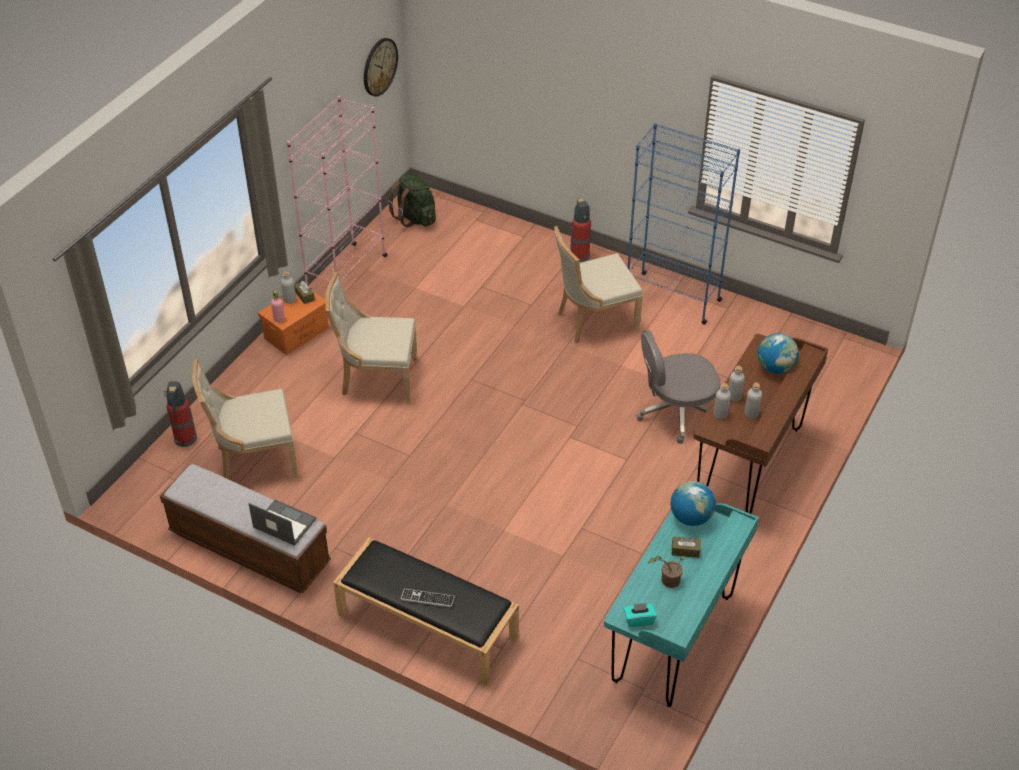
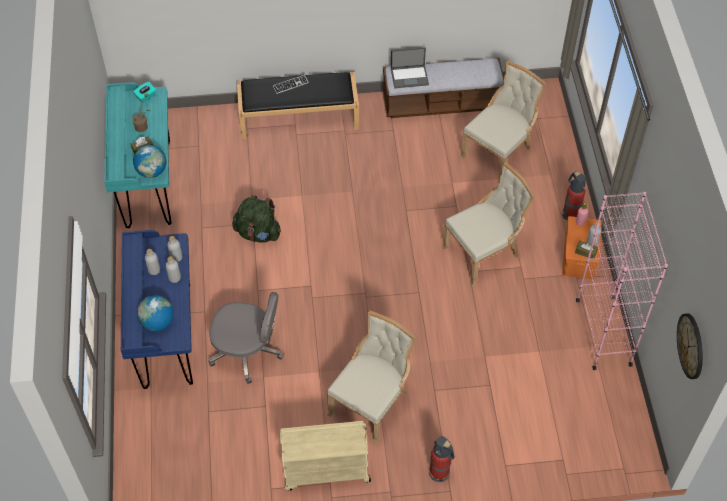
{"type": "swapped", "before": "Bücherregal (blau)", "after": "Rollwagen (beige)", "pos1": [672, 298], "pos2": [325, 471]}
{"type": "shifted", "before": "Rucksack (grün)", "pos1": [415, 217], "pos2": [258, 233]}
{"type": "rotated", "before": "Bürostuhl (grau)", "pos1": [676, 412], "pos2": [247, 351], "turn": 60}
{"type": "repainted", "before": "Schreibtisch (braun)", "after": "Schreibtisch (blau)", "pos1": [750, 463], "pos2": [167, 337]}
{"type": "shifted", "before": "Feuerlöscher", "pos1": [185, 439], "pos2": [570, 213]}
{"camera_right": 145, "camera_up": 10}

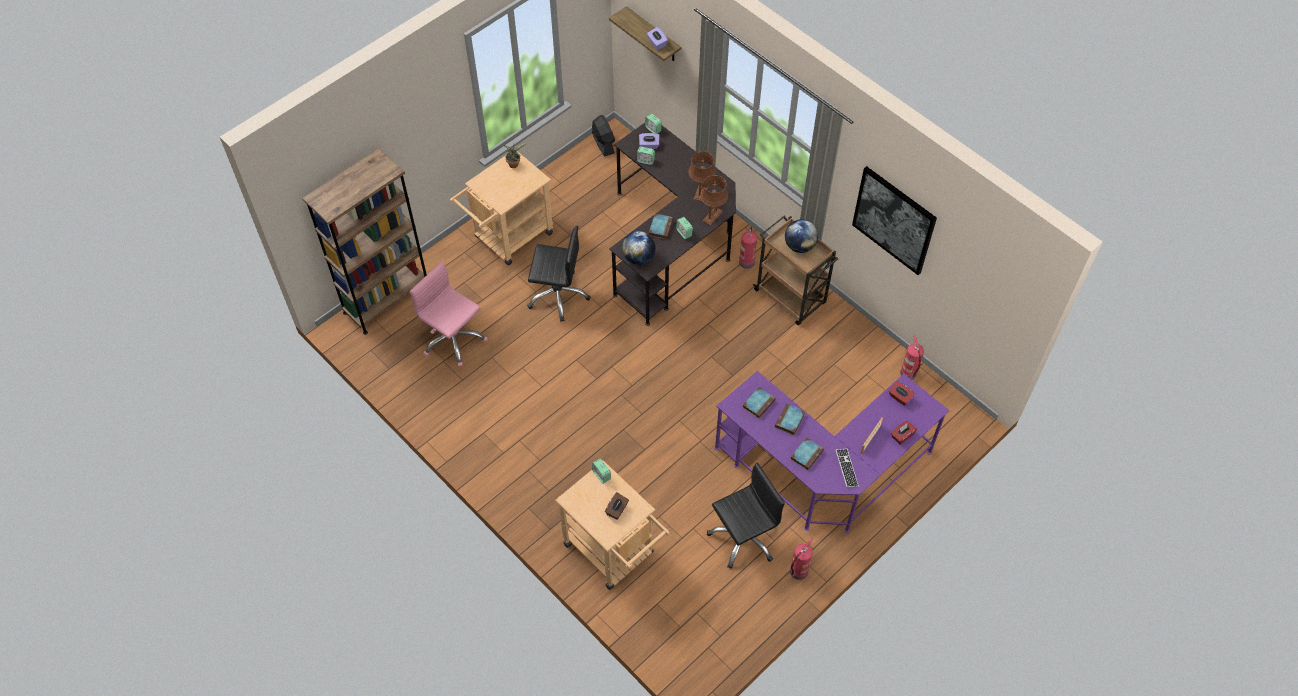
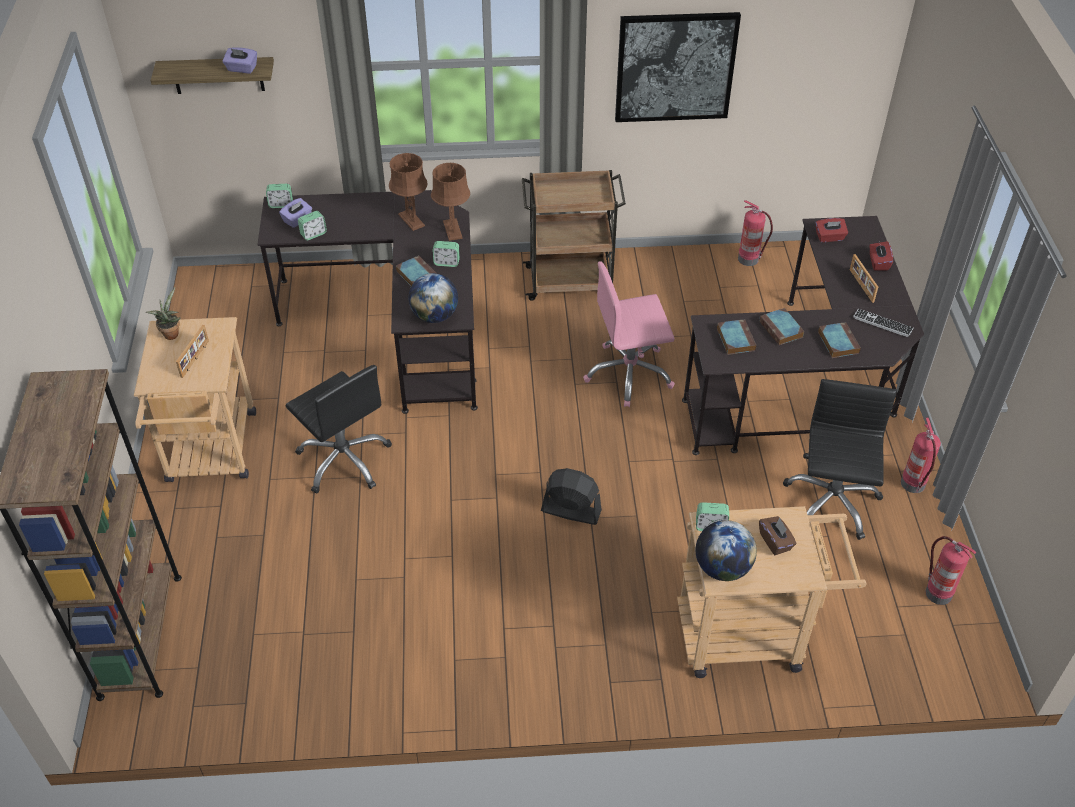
{"type": "shifted", "before": "Ventilator (schwarz)", "pos1": [603, 143], "pos2": [570, 511]}
{"type": "shifted", "before": "Globus", "pos1": [799, 246], "pos2": [722, 568]}
{"type": "rotated", "before": "Bürostuhl (schwarz)", "pos1": [558, 295], "pos2": [344, 459], "turn": 90}
{"type": "shifted", "before": "Feuerlöscher", "pos1": [746, 261], "pos2": [937, 592]}
{"type": "shifted", "before": "Bürostuhl (rosa)", "pos1": [453, 339], "pos2": [629, 374]}
{"type": "repainted", "before": "Schreibtisch (lila)", "after": "Schreibtisch (schwarz)", "pos1": [824, 472], "pos2": [806, 388]}
{"type": "new", "after": "Bilderrahmen", "pos2": [195, 359]}
{"camera_right": -50, "camera_up": -10}

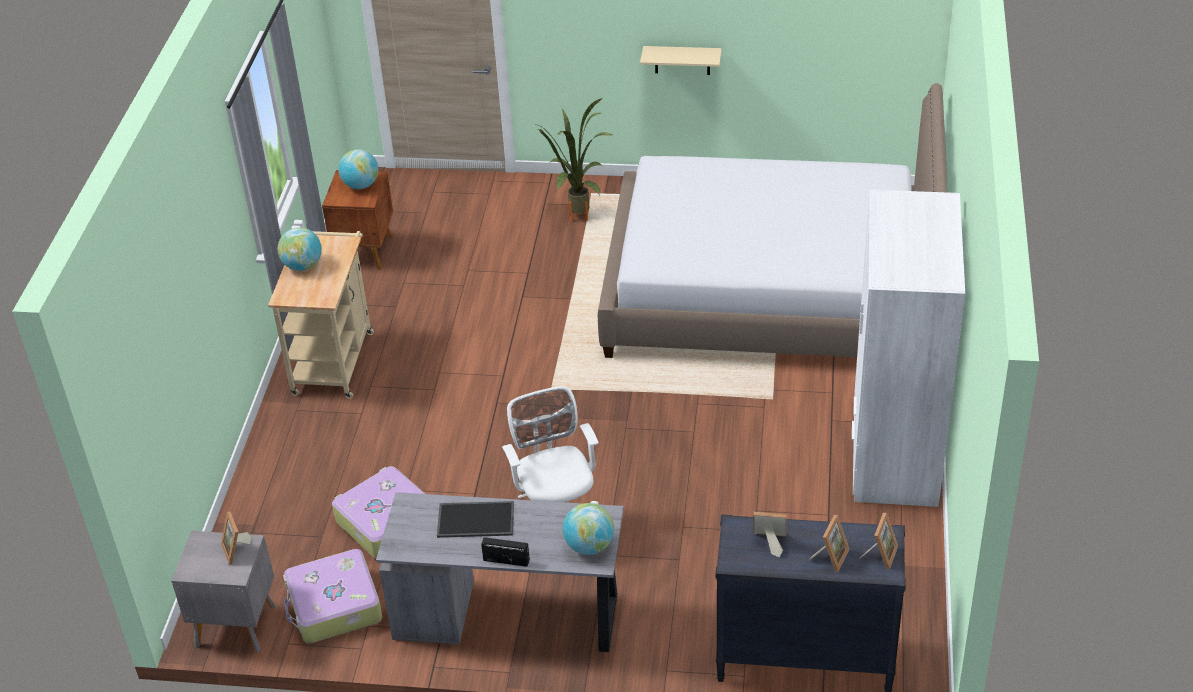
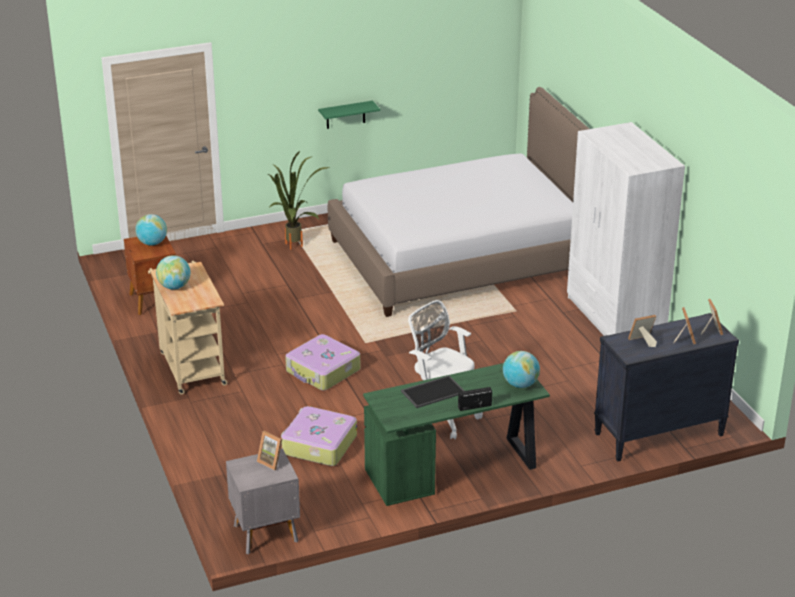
{"type": "repainted", "before": "Wandregal (beige)", "after": "Wandregal (grün)", "pos1": [682, 60], "pos2": [345, 115]}
{"type": "repainted", "before": "Schreibtisch (grau)", "after": "Schreibtisch (grün)", "pos1": [510, 616], "pos2": [454, 469]}
{"type": "shifted", "before": "Koffer", "pos1": [334, 606], "pos2": [323, 371]}
{"camera_right": -30, "camera_up": -10}

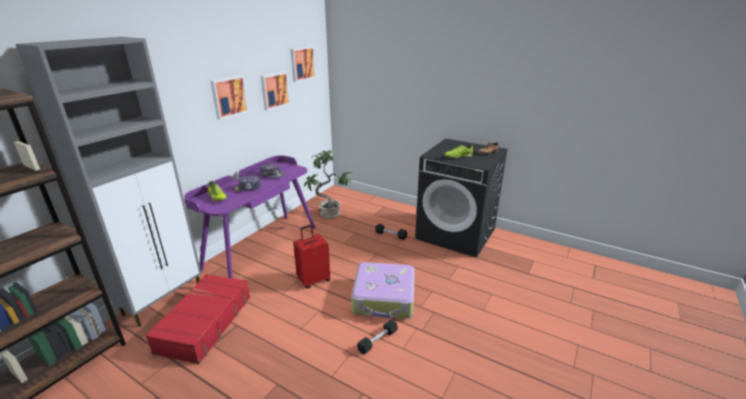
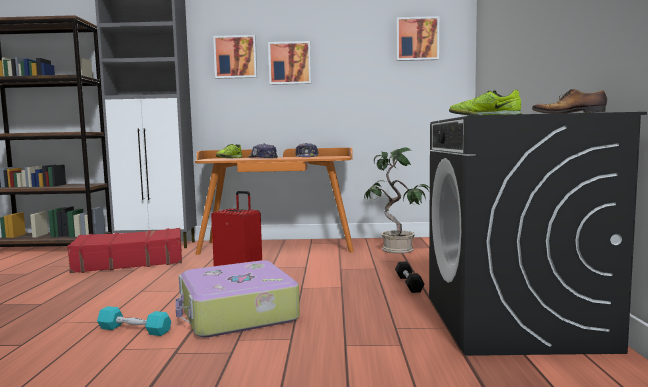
{"type": "shifted", "before": "Bild", "pos1": [274, 90], "pos2": [236, 57]}
{"type": "repainted", "before": "Schreibtisch (lila)", "after": "Schreibtisch (orange)", "pos1": [261, 246], "pos2": [277, 246]}
{"type": "repainted", "before": "Hantel (schwarz)", "after": "Hantel (türkis)", "pos1": [377, 340], "pos2": [134, 330]}
{"camera_right": 60, "camera_up": -20}

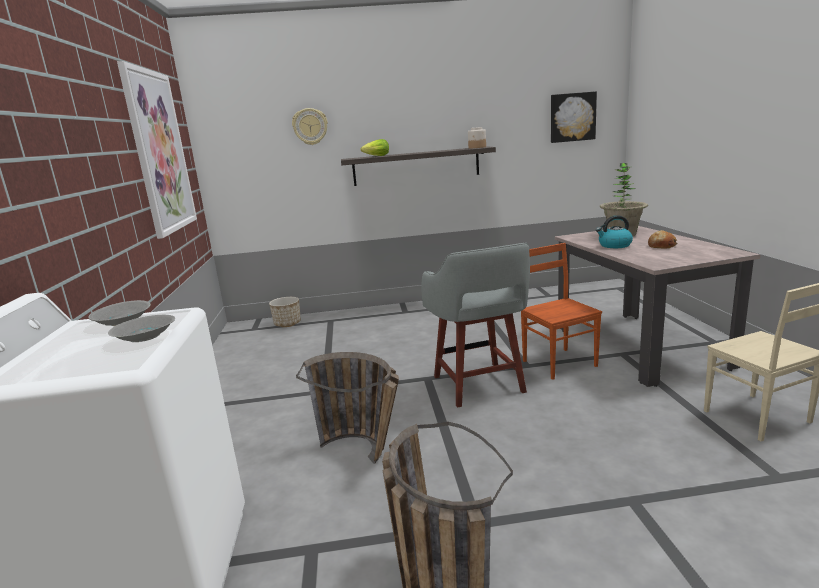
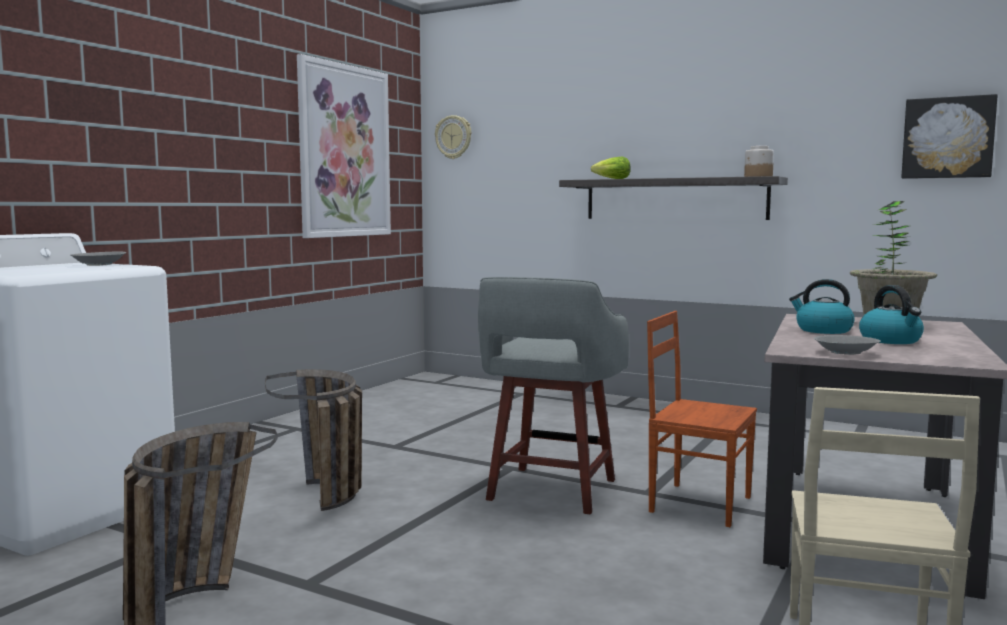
{"type": "shifted", "before": "Wanduhr", "pos1": [310, 126], "pos2": [453, 137]}
{"type": "swapped", "before": "Brot", "after": "Wasserkessel", "pos1": [661, 246], "pos2": [891, 340]}
{"type": "rotated", "before": "Stuhl (braun)", "pos1": [559, 363], "pos2": [699, 503], "turn": -75}
{"type": "gone", "before": "Pflanzkübel", "pos1": [287, 324]}
{"type": "shifted", "before": "Schüssel (grau)", "pos1": [143, 338], "pos2": [844, 353]}
{"camera_right": 35, "camera_up": -10}

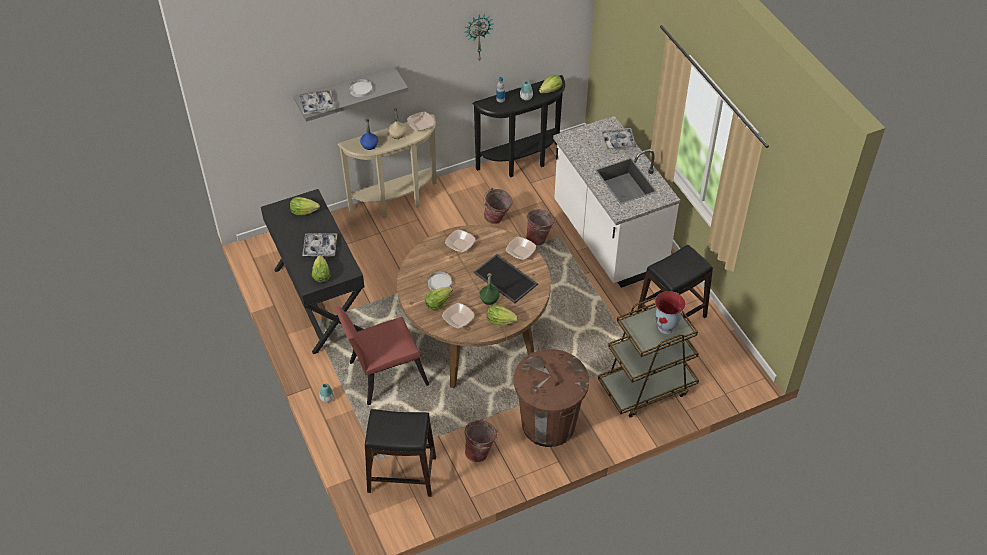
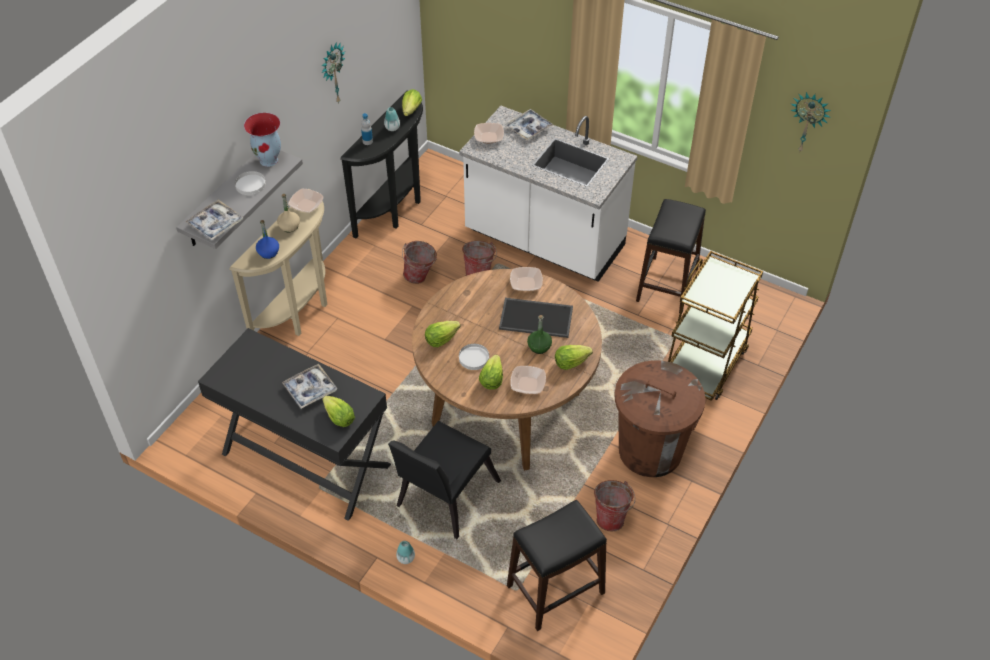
{"type": "shifted", "before": "Salatkopf", "pos1": [304, 211], "pos2": [441, 339]}
{"type": "shifted", "before": "Schüssel", "pos1": [460, 244], "pos2": [489, 137]}
{"type": "shifted", "before": "Vase", "pos1": [666, 327], "pos2": [269, 160]}
{"type": "repainted", "before": "Stuhl (rot)", "after": "Stuhl (schwarz)", "pos1": [383, 374], "pos2": [443, 498]}
{"type": "new", "after": "Wanduhr", "pos2": [808, 122]}
{"camera_right": -35, "camera_up": 0}

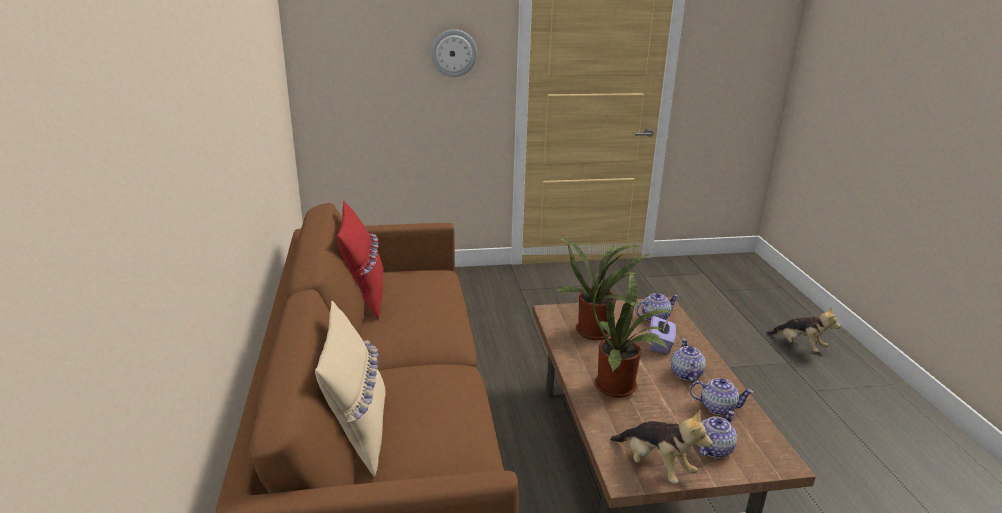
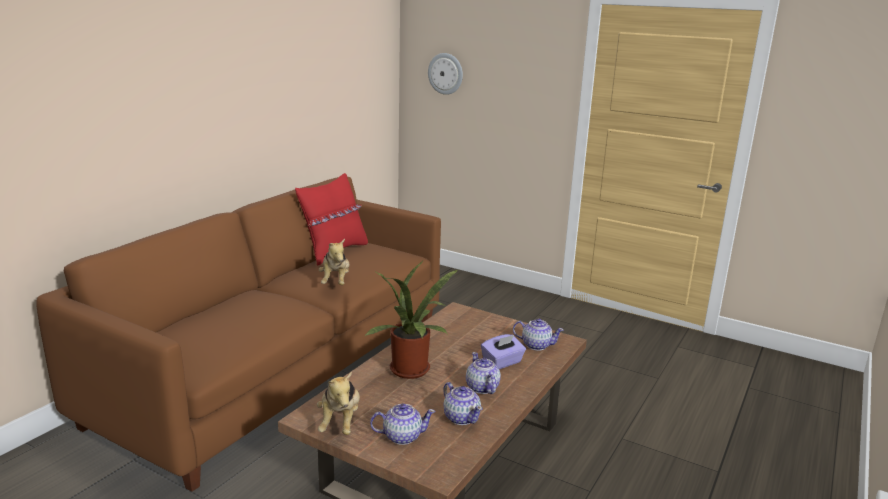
{"type": "shifted", "before": "Wanduhr", "pos1": [453, 53], "pos2": [445, 73]}
{"type": "gone", "before": "Topfpflanze", "pos1": [596, 330]}
{"type": "gone", "before": "Kissen (beige)", "pos1": [358, 432]}
{"type": "shifted", "before": "Plüschtier", "pos1": [799, 346], "pos2": [336, 282]}
{"type": "rotated", "before": "Teekanne", "pos1": [686, 374], "pos2": [482, 388], "turn": -60}
{"camera_right": 40, "camera_up": -5}

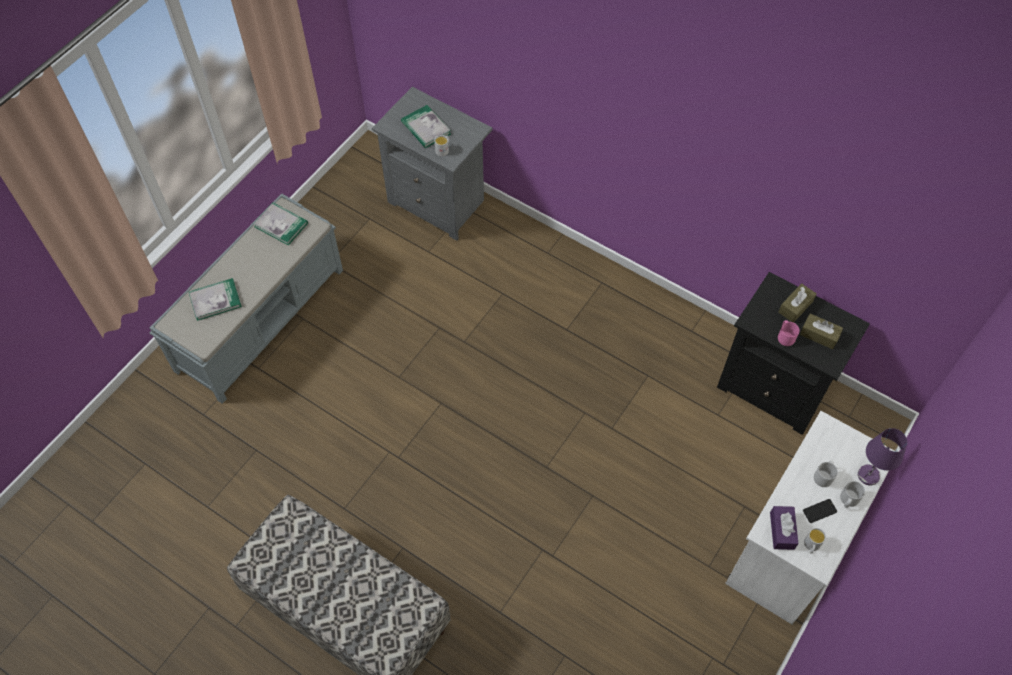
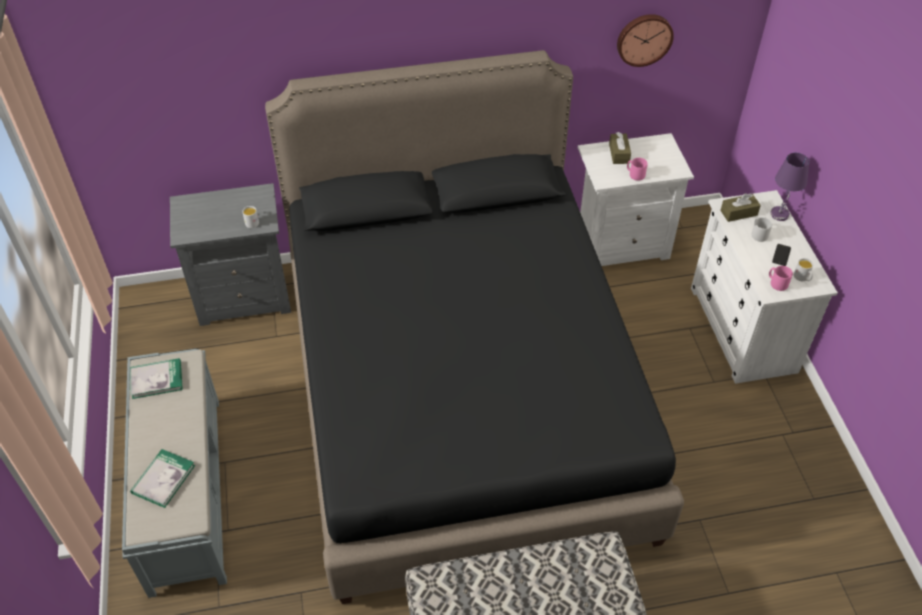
{"type": "gone", "before": "Buch", "pos1": [426, 128]}
{"type": "repainted", "before": "Nachttisch (schwarz)", "after": "Nachttisch (weiß)", "pos1": [774, 387], "pos2": [621, 244]}
{"type": "shifted", "before": "Taschentuchbox (braun)", "pos1": [819, 335], "pos2": [738, 213]}
{"type": "gone", "before": "Henkelbecher (grau)", "pos1": [848, 500]}
{"type": "swapped", "before": "Taschentuchbox (lila)", "after": "Henkelbecher (rosa)", "pos1": [782, 530], "pos2": [777, 283]}
{"type": "new", "after": "Wanduhr", "pos2": [644, 39]}
{"type": "new", "after": "Bett (schwarz)", "pos2": [460, 391]}
{"camera_right": -45, "camera_up": -10}

